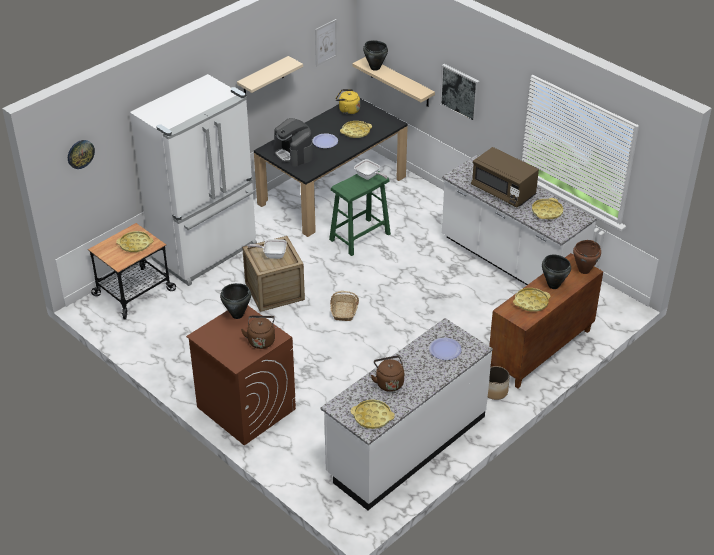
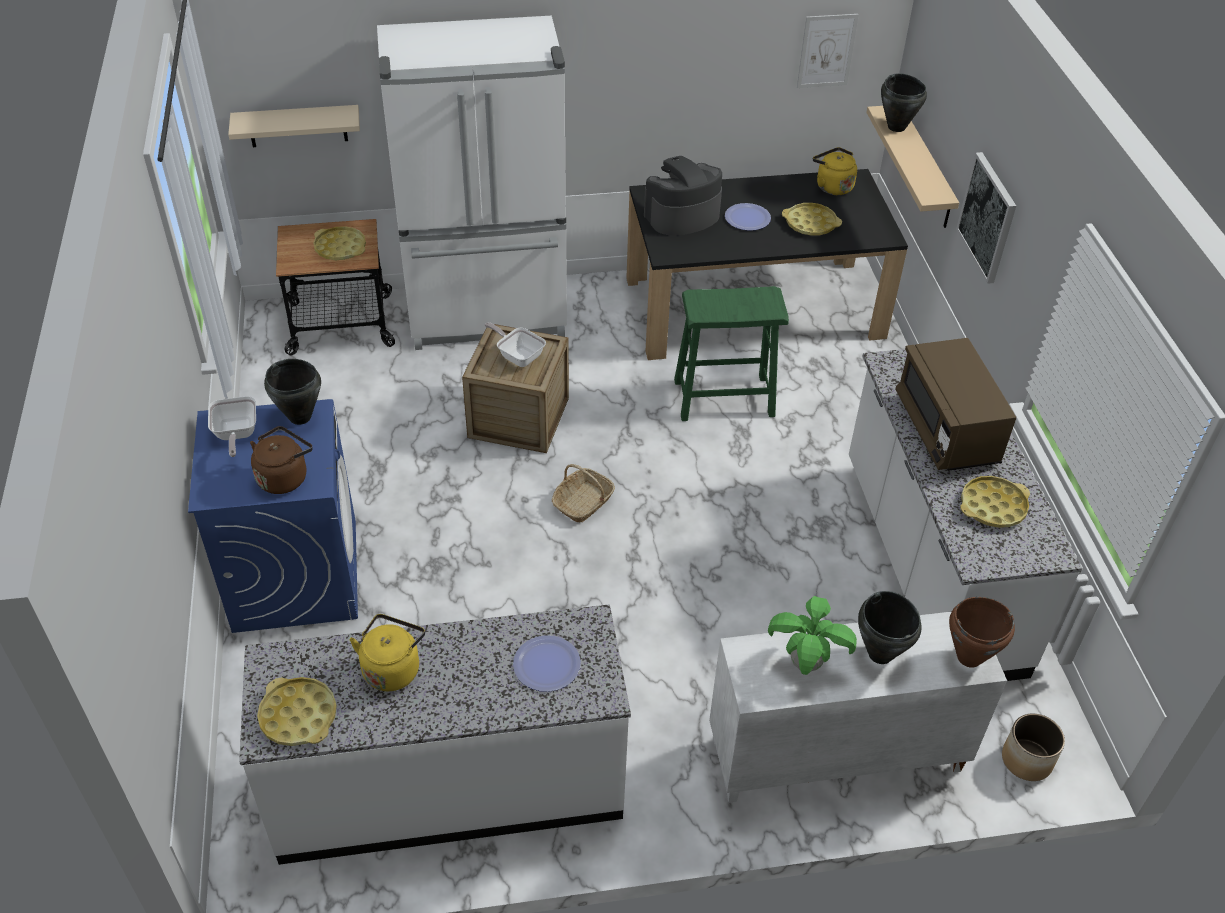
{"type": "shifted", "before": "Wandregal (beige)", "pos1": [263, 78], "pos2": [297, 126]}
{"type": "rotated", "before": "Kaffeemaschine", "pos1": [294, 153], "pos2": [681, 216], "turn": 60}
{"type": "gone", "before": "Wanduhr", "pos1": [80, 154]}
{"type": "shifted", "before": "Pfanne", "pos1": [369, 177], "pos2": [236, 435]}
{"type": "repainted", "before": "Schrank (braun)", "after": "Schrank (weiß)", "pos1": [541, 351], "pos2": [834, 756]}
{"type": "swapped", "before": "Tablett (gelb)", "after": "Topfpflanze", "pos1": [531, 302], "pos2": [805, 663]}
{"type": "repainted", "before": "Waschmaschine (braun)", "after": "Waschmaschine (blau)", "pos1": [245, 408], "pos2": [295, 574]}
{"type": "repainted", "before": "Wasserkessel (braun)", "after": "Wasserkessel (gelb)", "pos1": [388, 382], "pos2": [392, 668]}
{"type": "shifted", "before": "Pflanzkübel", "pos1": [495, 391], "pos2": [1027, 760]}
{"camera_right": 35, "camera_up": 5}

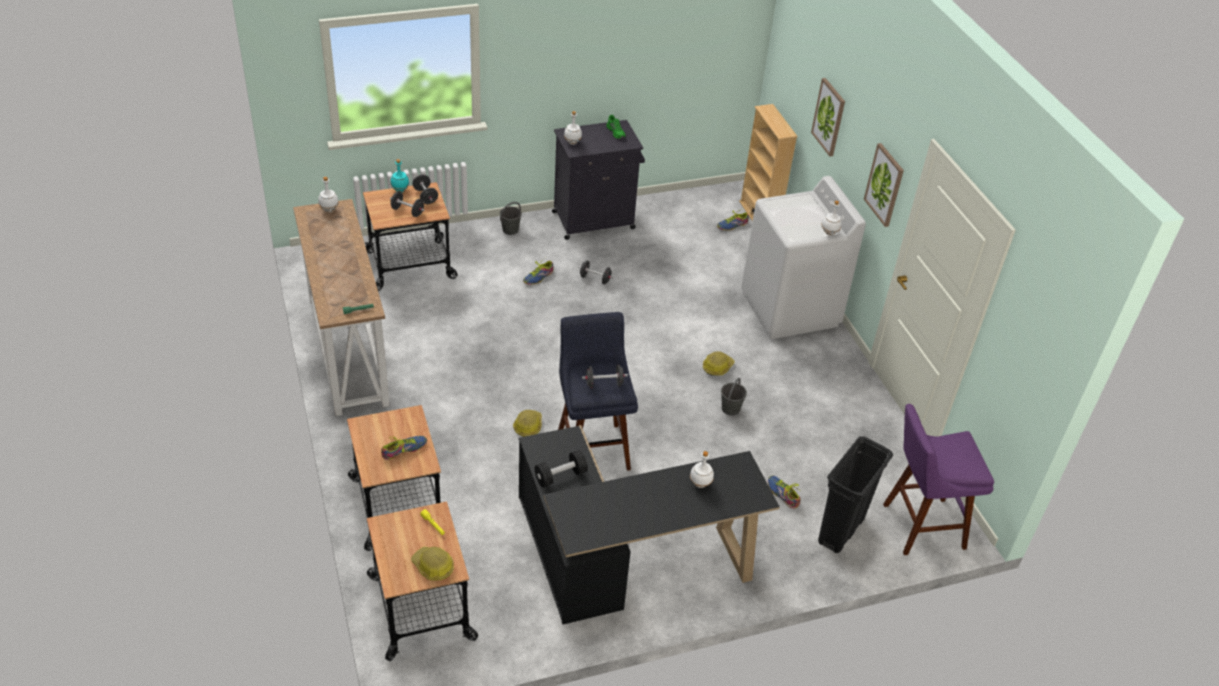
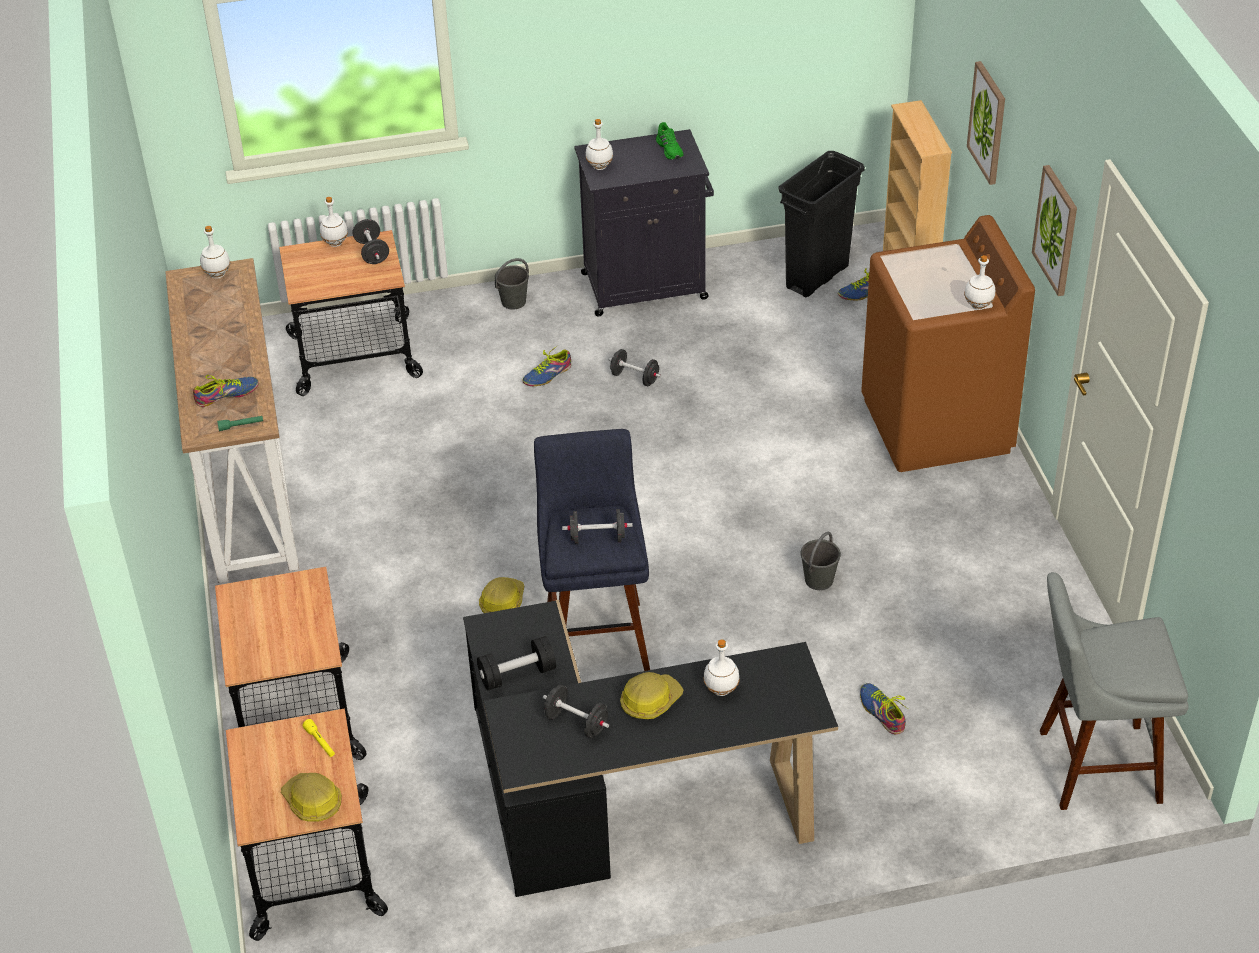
{"type": "repainted", "before": "Flasche (türkis)", "after": "Flasche (weiß)", "pos1": [400, 190], "pos2": [336, 243]}
{"type": "repainted", "before": "Waschmaschine (weiß)", "after": "Waschmaschine (braun)", "pos1": [790, 309], "pos2": [936, 425]}
{"type": "shifted", "before": "Hantel (schwarz)", "pos1": [407, 211], "pos2": [576, 723]}
{"type": "shifted", "before": "Schutzhelm", "pos1": [717, 367], "pos2": [650, 701]}
{"type": "repainted", "before": "Hocker (lila)", "after": "Hocker (grau)", "pos1": [918, 526], "pos2": [1090, 767]}
{"type": "shifted", "before": "Schuh", "pos1": [404, 450], "pos2": [226, 395]}
{"type": "shifted", "before": "Mülleimer (schwarz)", "pos1": [840, 531], "pos2": [817, 277]}
{"camera_right": 10, "camera_up": 0}

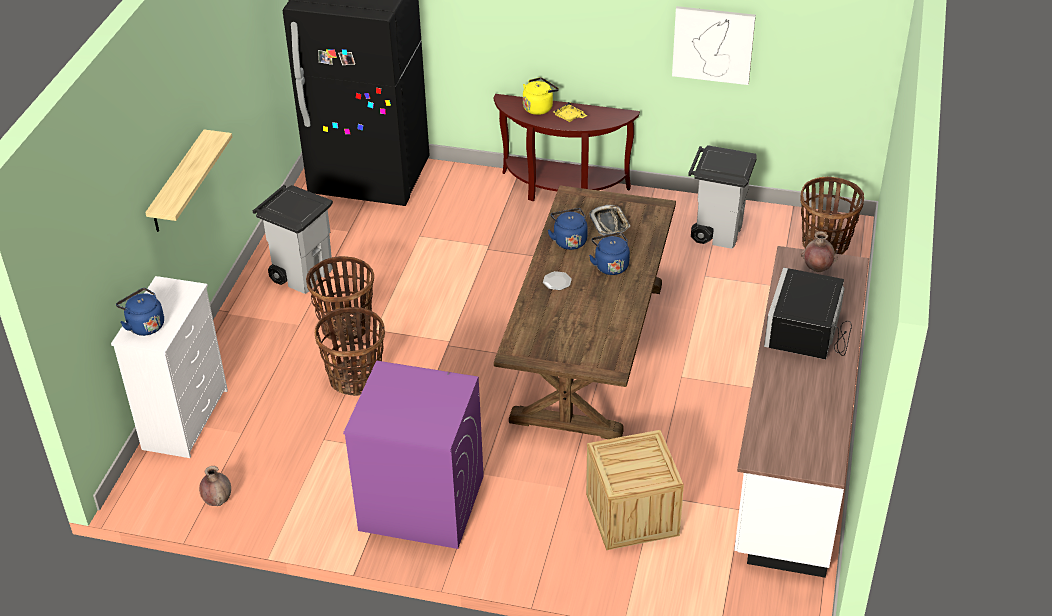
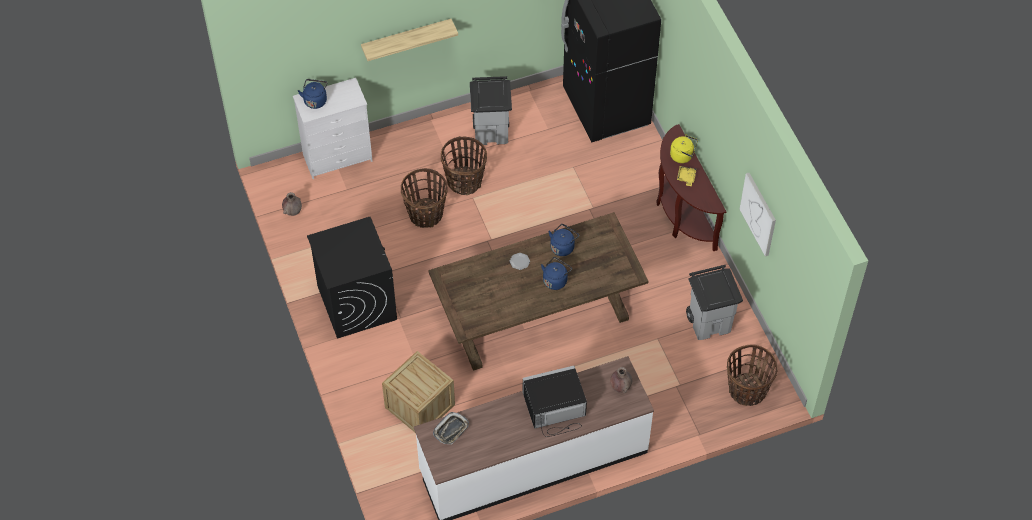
{"type": "shifted", "before": "Tablett", "pos1": [609, 223], "pos2": [451, 430]}
{"type": "repainted", "before": "Waschmaschine (lila)", "after": "Waschmaschine (schwarz)", "pos1": [420, 503], "pos2": [356, 302]}
{"camera_right": 55, "camera_up": 15}

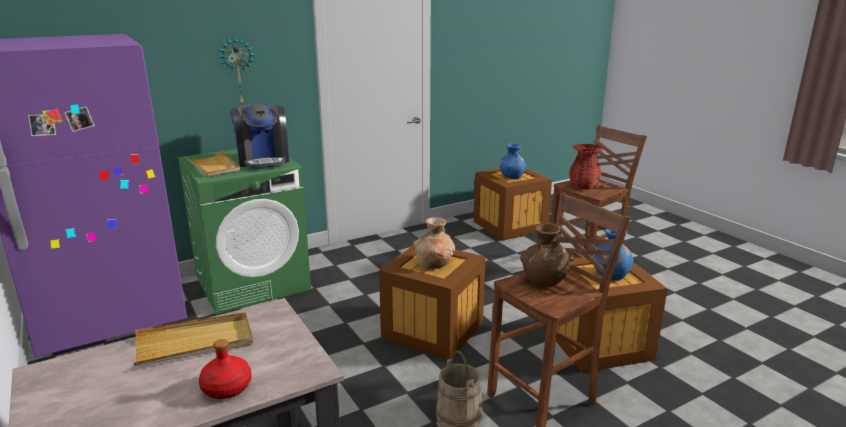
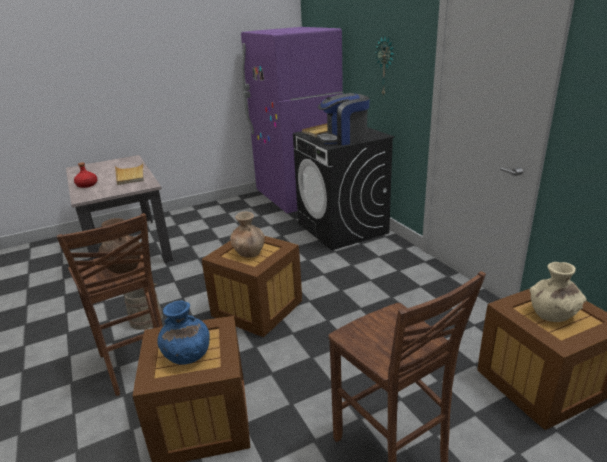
{"type": "repainted", "before": "Vase (blau)", "after": "Vase (beige)", "pos1": [512, 177], "pos2": [552, 314]}
{"type": "gone", "before": "Vase (rot)", "pos1": [583, 186]}
{"type": "repainted", "before": "Waschmaschine (grün)", "after": "Waschmaschine (schwarz)", "pos1": [253, 283], "pos2": [342, 228]}
{"camera_right": 95, "camera_up": 5}

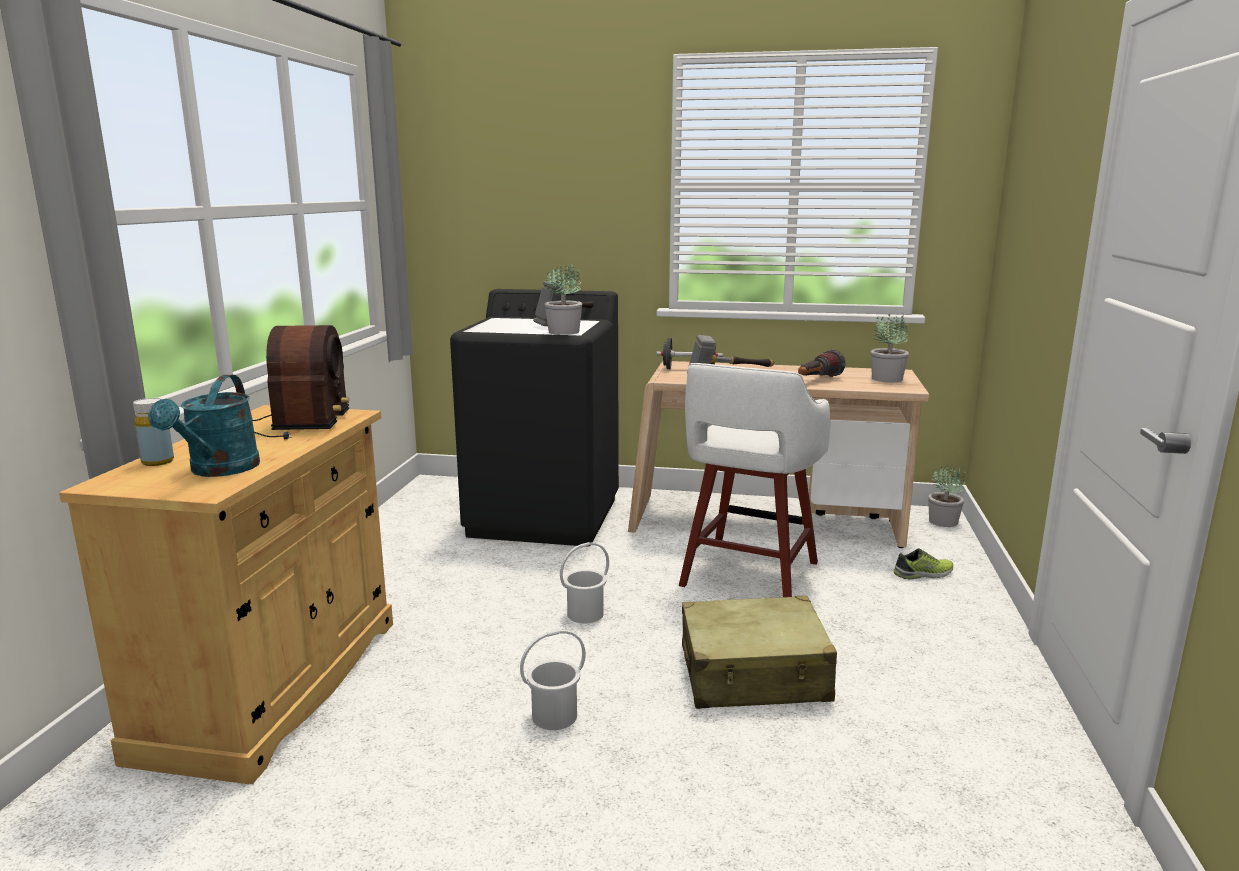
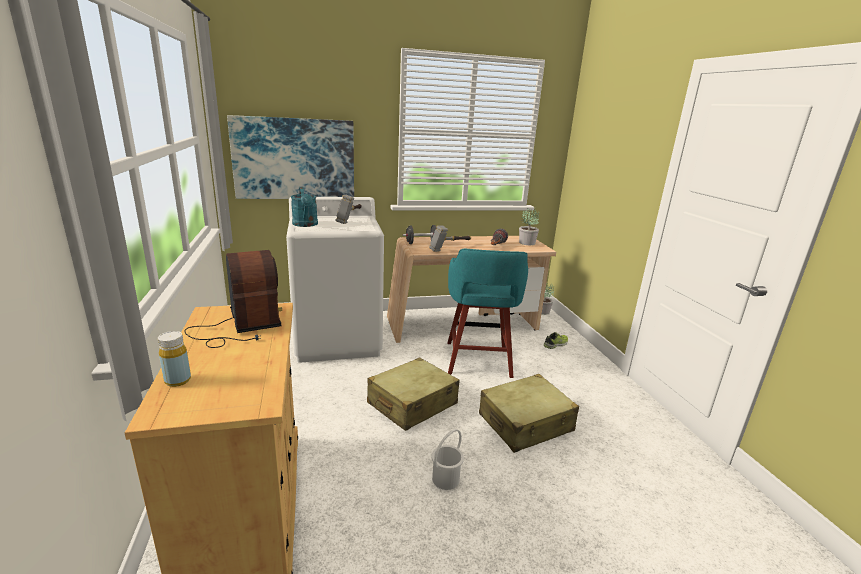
{"type": "gone", "before": "Topfpflanze", "pos1": [564, 332]}
{"type": "repainted", "before": "Waschmaschine (schwarz)", "after": "Waschmaschine (weiß)", "pos1": [545, 517], "pos2": [338, 339]}
{"type": "repainted", "before": "Hocker (weiß)", "after": "Hocker (türkis)", "pos1": [748, 576], "pos2": [478, 360]}
{"type": "shifted", "before": "Gießkanne (türkis)", "pos1": [219, 470], "pos2": [306, 225]}
{"type": "swapped", "before": "Eimer (weiß)", "after": "Koffer (beige)", "pos1": [586, 614], "pos2": [412, 404]}
{"type": "new", "after": "Bild", "pos2": [294, 159]}
{"camera_right": -25, "camera_up": 5}

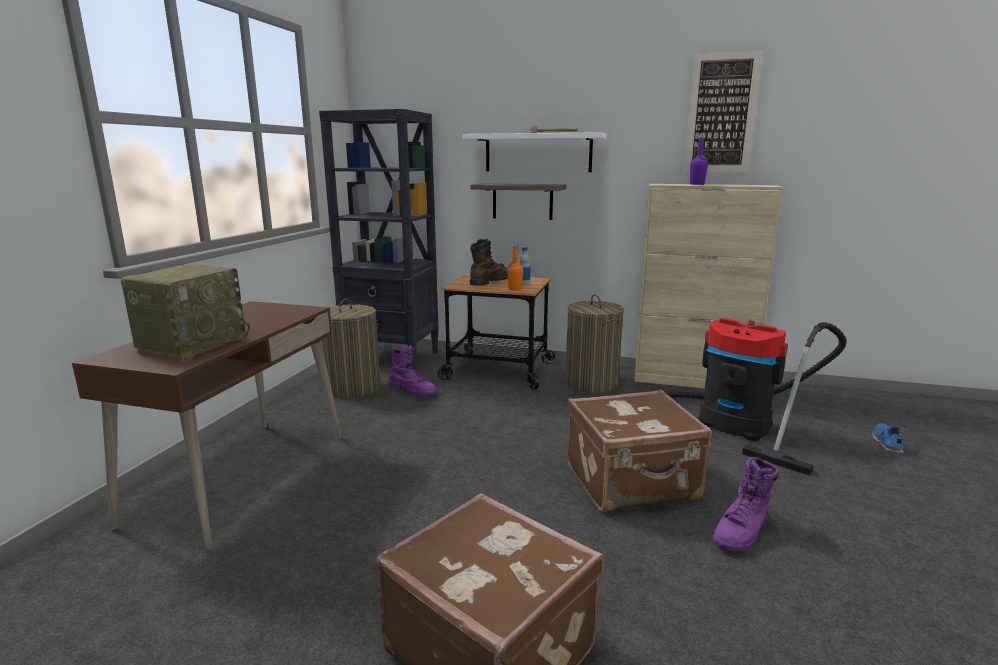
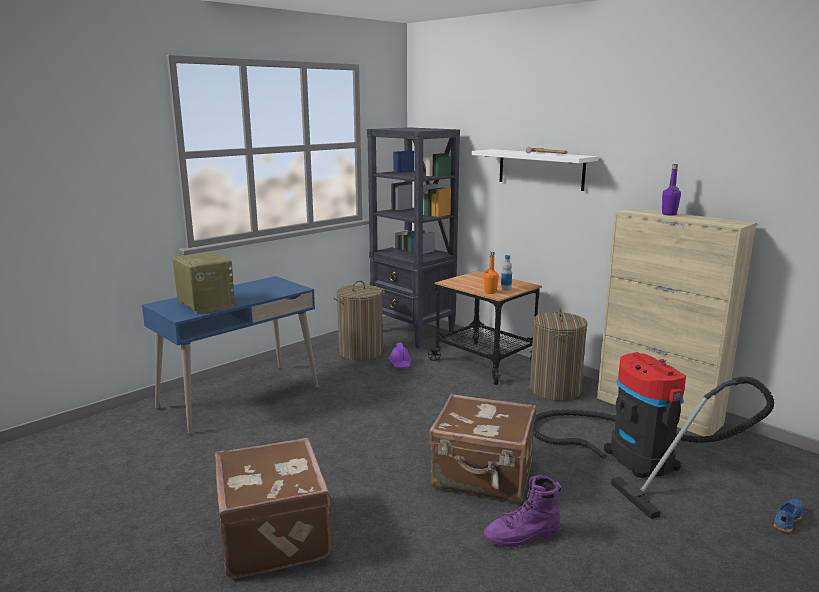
{"type": "gone", "before": "Bild", "pos1": [721, 113]}
{"type": "gone", "before": "Wandregal", "pos1": [522, 201]}
{"type": "gone", "before": "Stiefel (braun)", "pos1": [490, 282]}
{"type": "rotated", "before": "Radio", "pos1": [193, 345], "pos2": [205, 304], "turn": -90}
{"type": "repainted", "before": "Schreibtisch (braun)", "after": "Schreibtisch (blau)", "pos1": [241, 477], "pos2": [239, 397]}
{"type": "swapped", "before": "Stiefel (lila)", "after": "Schutzhelm (lila)", "pos1": [413, 390], "pos2": [400, 364]}
{"camera_right": 30, "camera_up": 0}

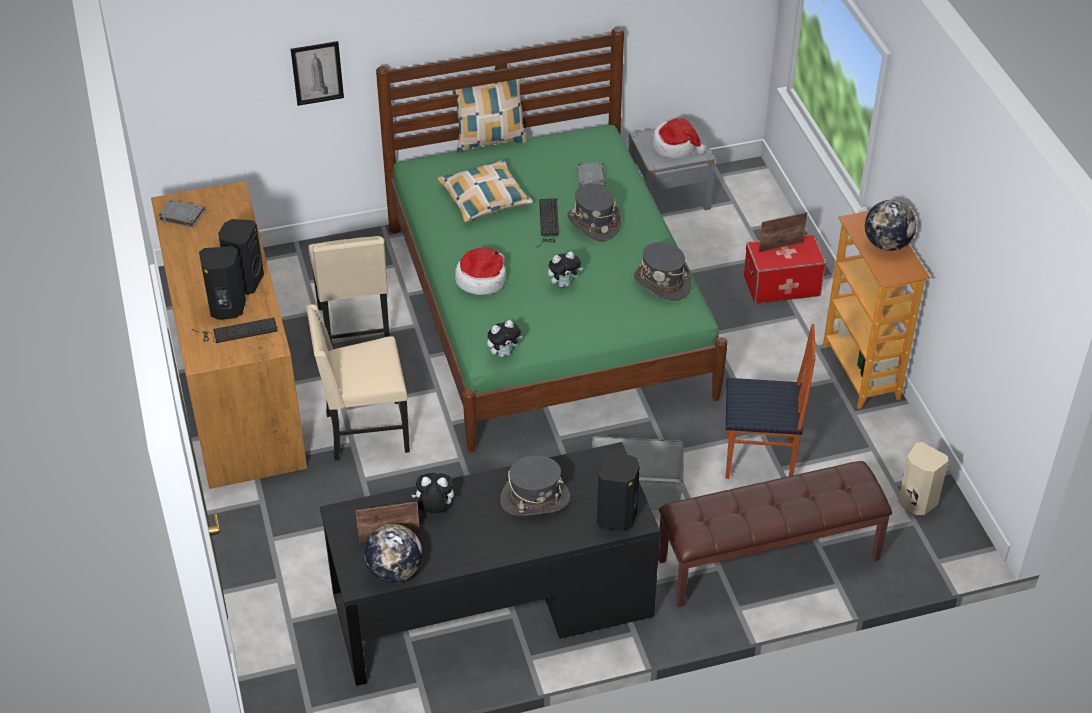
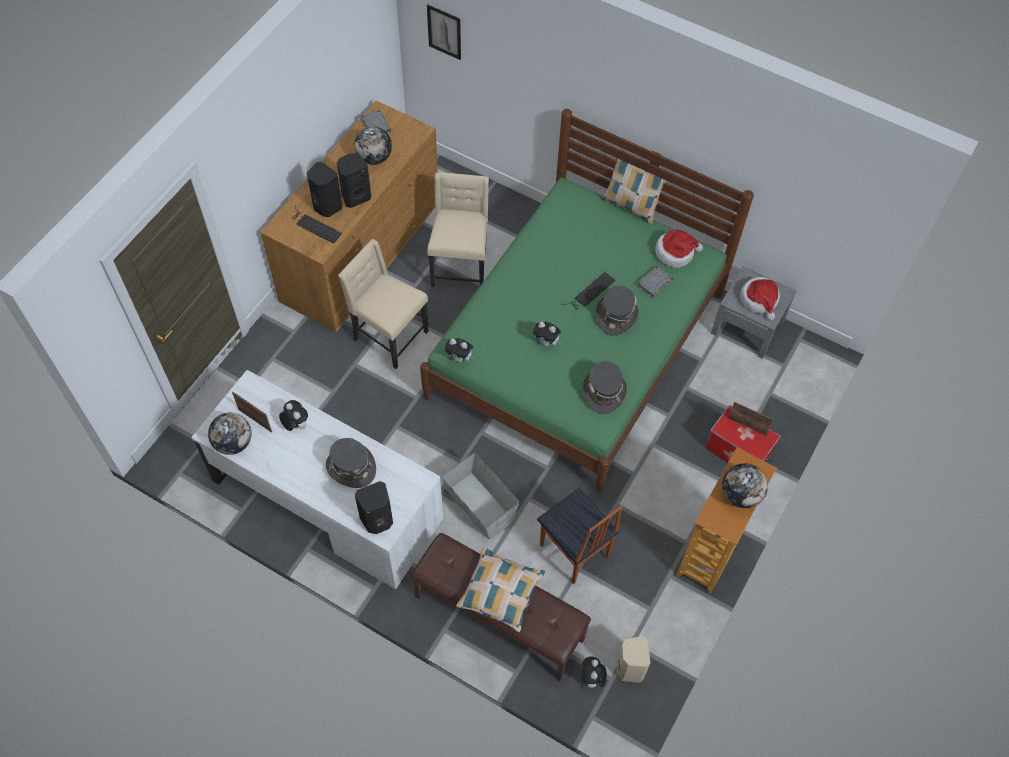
{"type": "shifted", "before": "Bild", "pos1": [317, 73], "pos2": [444, 32]}
{"type": "shifted", "before": "Kissen", "pos1": [485, 198], "pos2": [500, 592]}
{"type": "rotated", "before": "Stuhl (beige)", "pos1": [356, 328], "pos2": [460, 266], "turn": 150}
{"type": "shifted", "before": "Hut", "pos1": [481, 279], "pos2": [675, 253]}
{"type": "repainted", "before": "Schreibtisch (schwarz)", "after": "Schreibtisch (weiß)", "pos1": [492, 605], "pos2": [327, 500]}
{"type": "new", "after": "Globus", "pos2": [374, 158]}
{"type": "new", "after": "Plüschtier", "pos2": [592, 679]}
{"camera_right": 45, "camera_up": 15}

